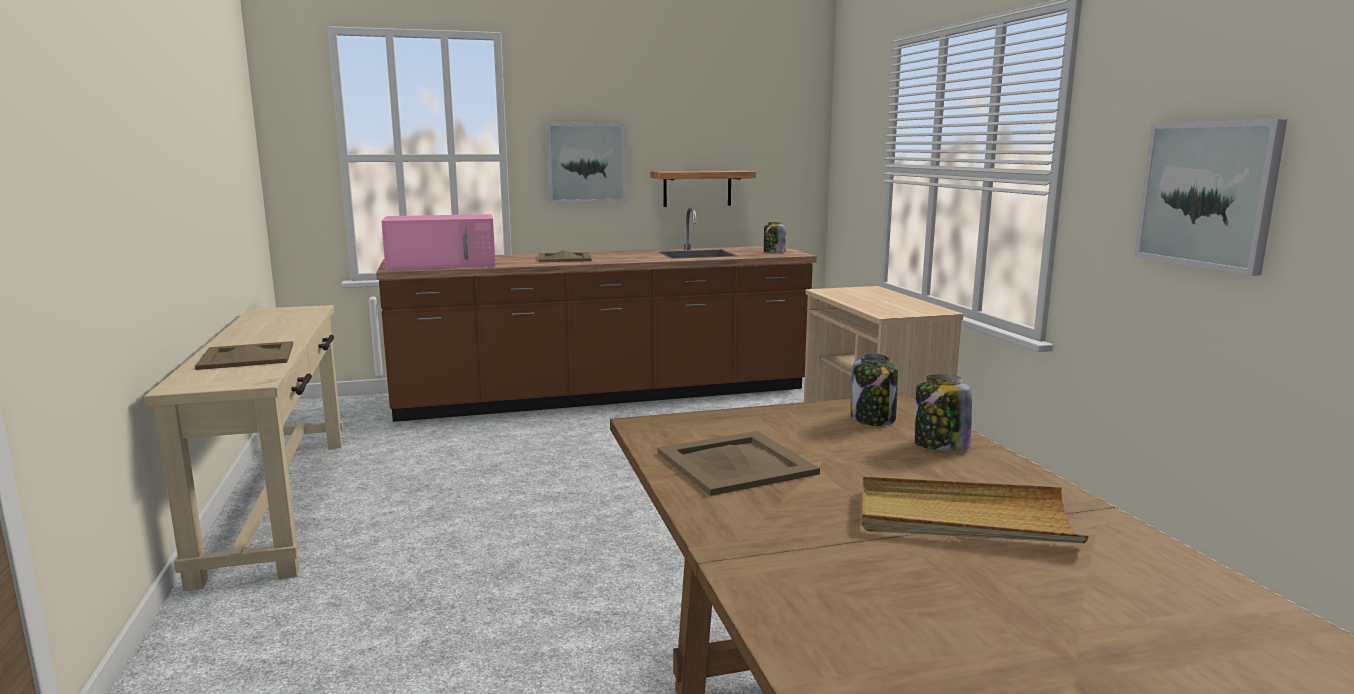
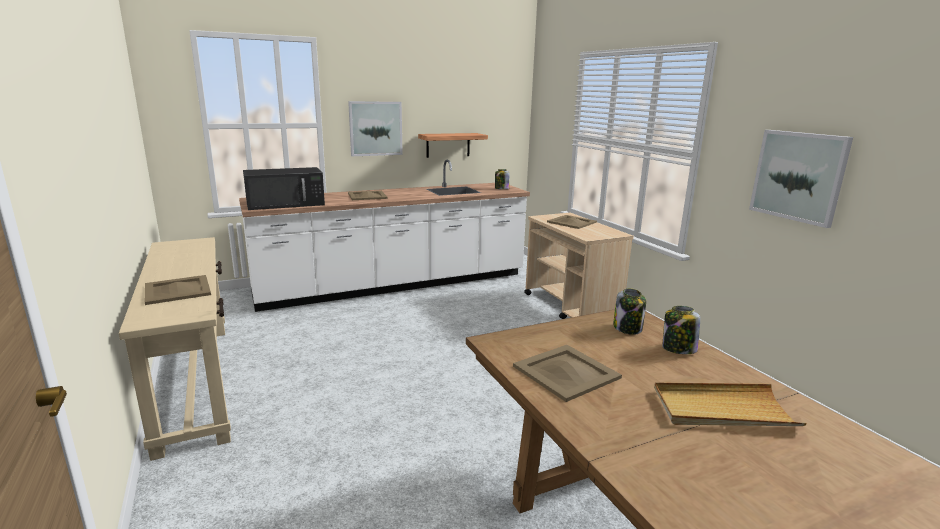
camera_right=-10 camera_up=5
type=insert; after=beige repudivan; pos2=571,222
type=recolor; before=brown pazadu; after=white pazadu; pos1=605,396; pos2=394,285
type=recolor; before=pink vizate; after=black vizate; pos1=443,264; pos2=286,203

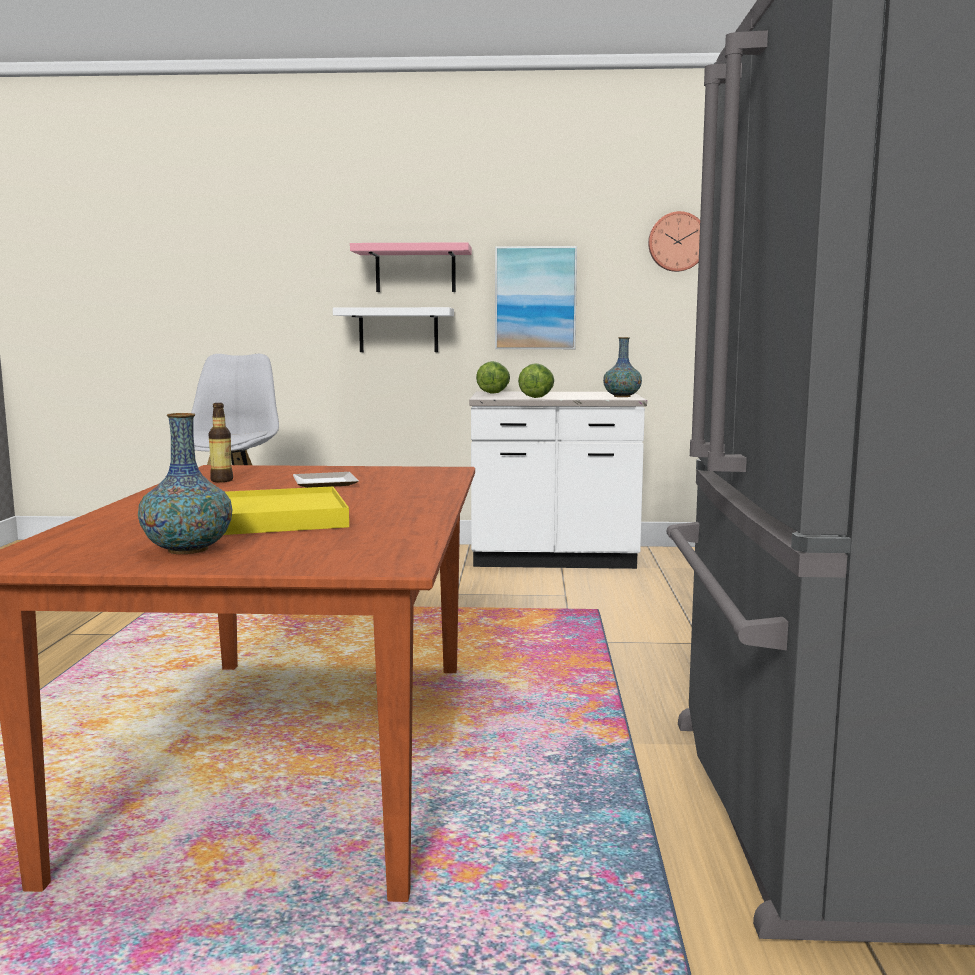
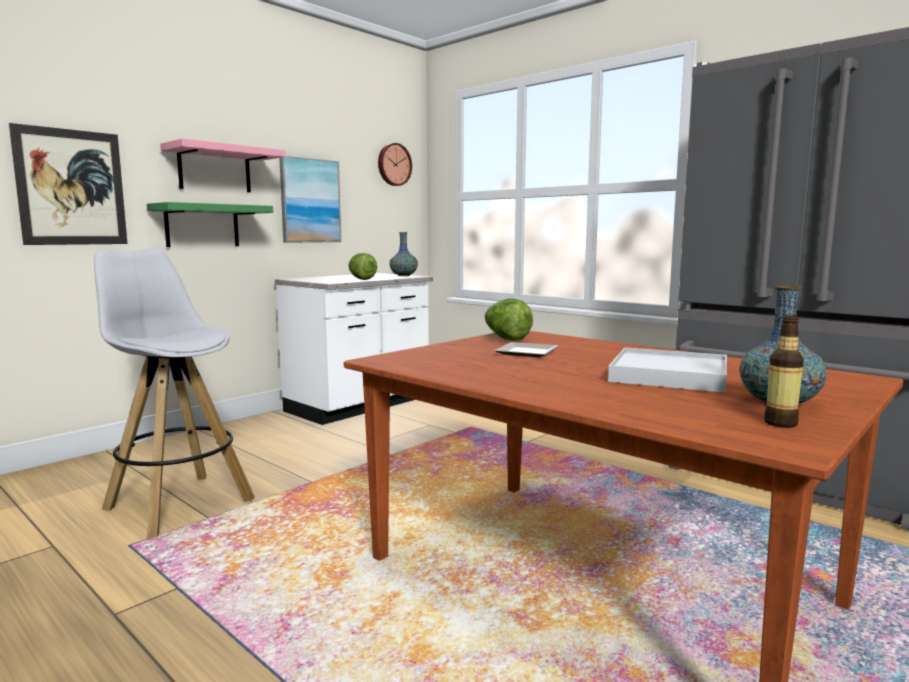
camera_right=-50 camera_up=0
type=insert; after=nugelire; pos2=71,187
type=move; before=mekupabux; pos1=222,480; pos2=780,423
type=move; before=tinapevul; pos1=494,393; pos2=506,339
type=recolor; before=yellow repudivan; after=white repudivan; pos1=278,518; pos2=669,375
type=recolor; before=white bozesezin; after=green bozesezin; pos1=398,330; pos2=202,226

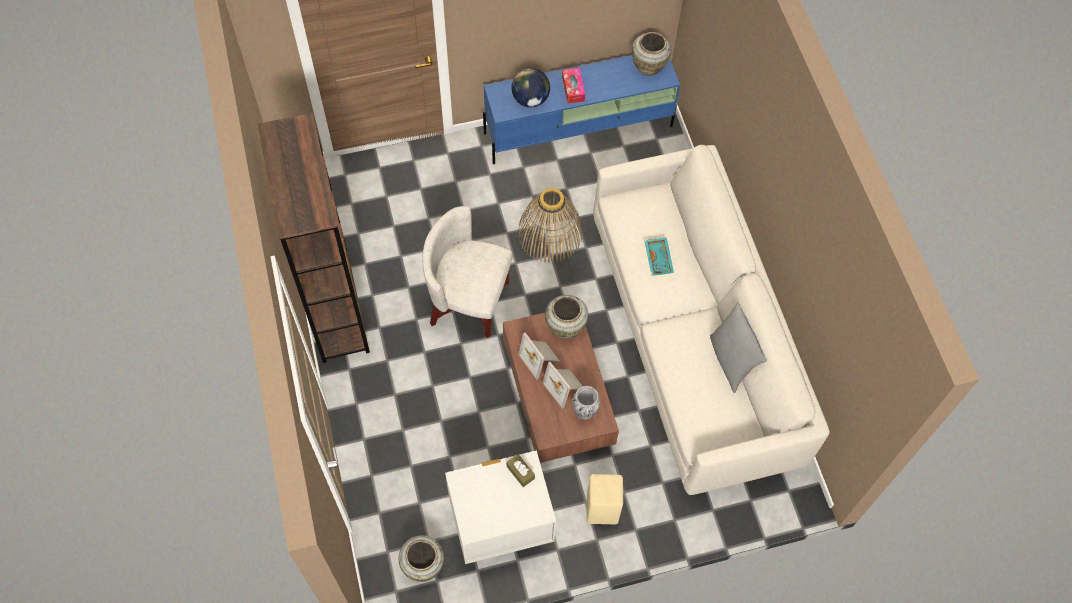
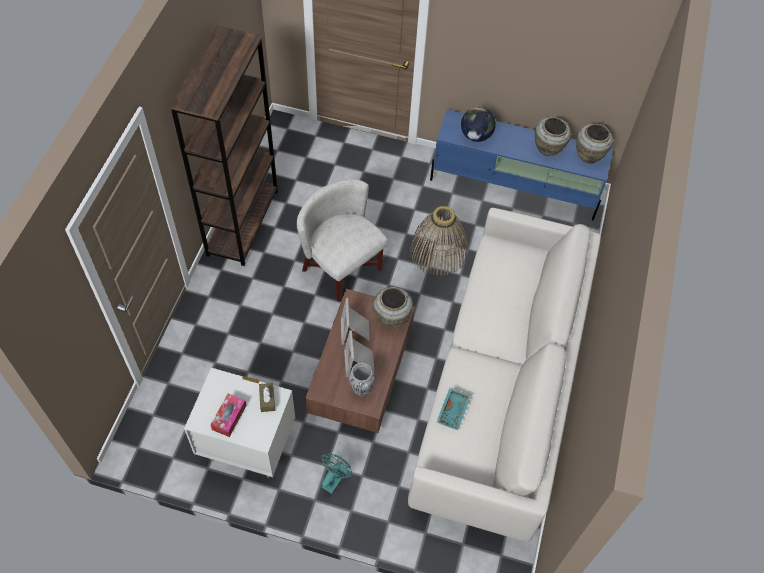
camera_right=30 camera_up=-5
type=delete; before=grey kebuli; pos1=731,361
type=move; before=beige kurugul; pos1=423,566; pos2=548,149
type=move; before=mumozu; pos1=573,89; pos2=229,417
type=move; before=turquoise repudivan; pos1=659,259; pos2=454,411
type=replace; before=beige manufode; after=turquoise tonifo; pos1=601,510; pos2=334,479

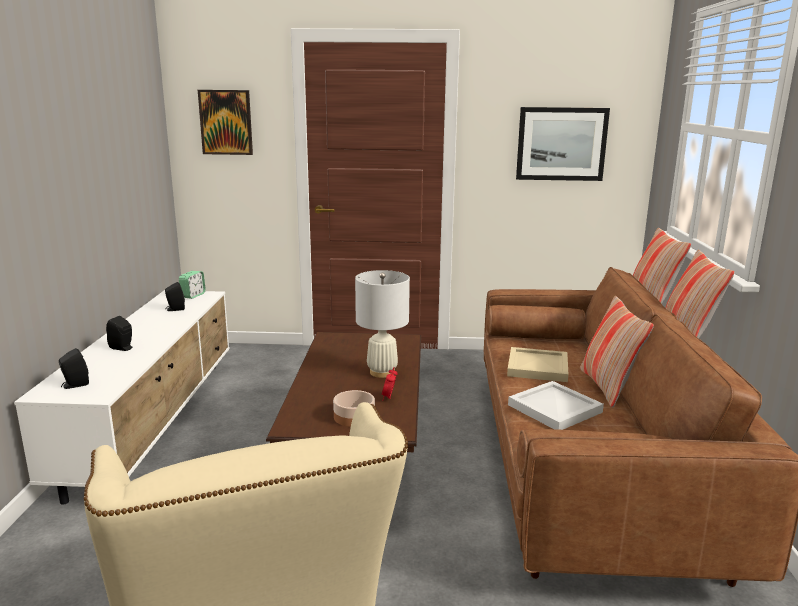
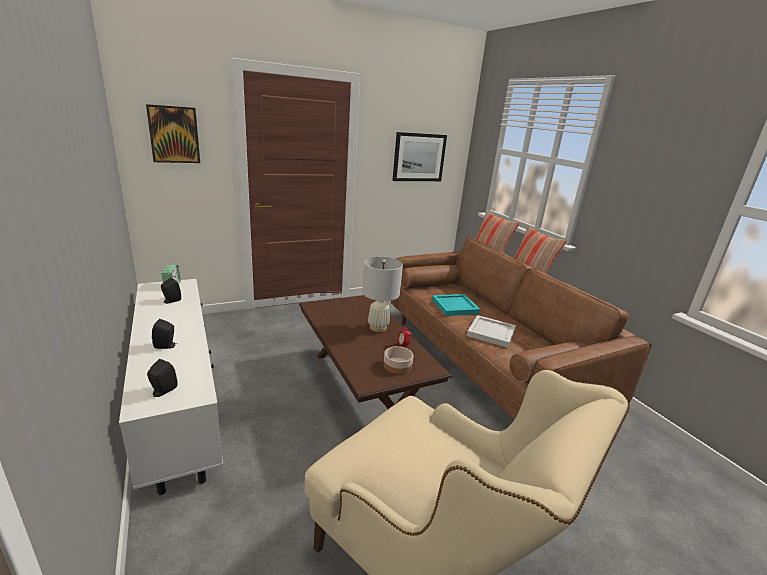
camera_right=-30 camera_up=5
type=delete; before=kebuli; pos1=608,387
type=recolor; before=beige repudivan; after=turquoise repudivan; pos1=538,367; pos2=455,306

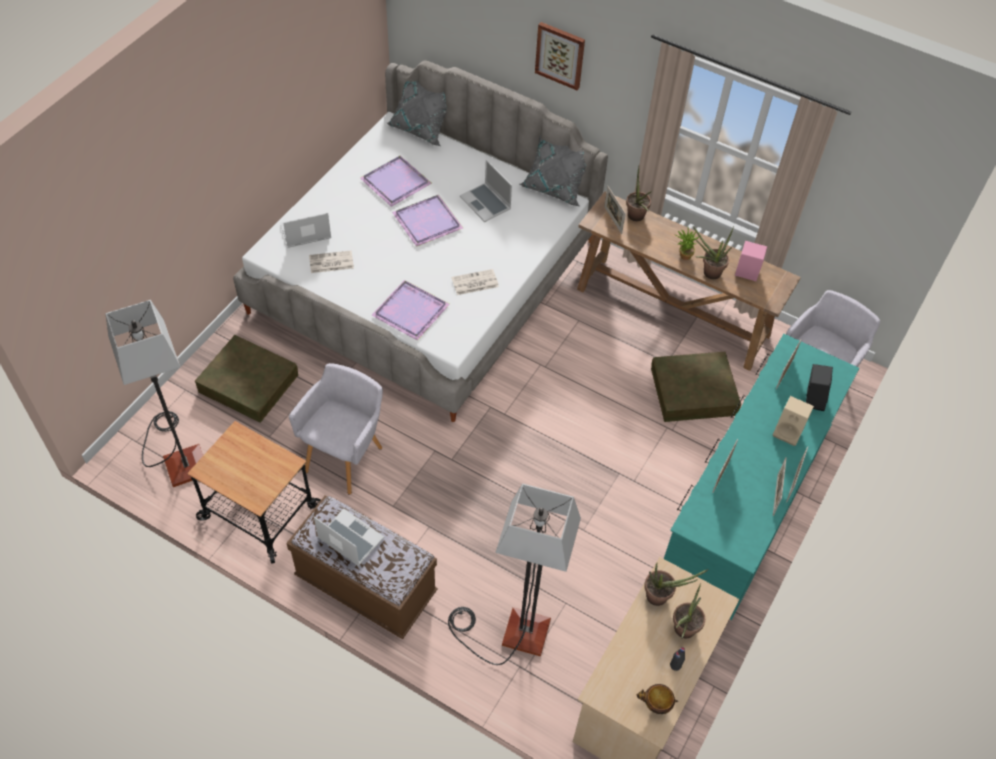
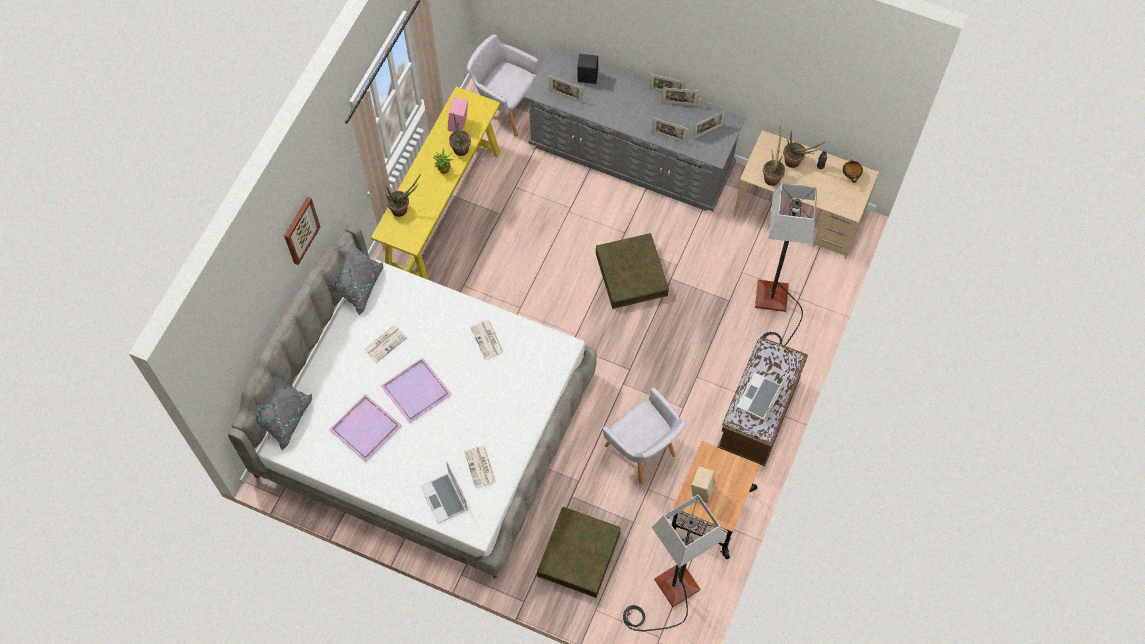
camera_right=-95 camera_up=10
type=delete; before=purple repudivan; pos1=411,312
type=move; before=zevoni; pos1=613,220; pos2=708,131
type=move; before=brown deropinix; pos1=693,391; pos2=631,274
type=move; before=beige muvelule; pos1=788,432; pos2=701,490
type=replace; before=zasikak; after=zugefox; pos1=486,203; pos2=385,343
type=recolor; before=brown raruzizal; after=yellow raruzizal; pos1=673,313; pos2=444,211
type=recolor; before=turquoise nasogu; after=grey nasogu; pos1=743,503; pos2=631,156
type=rotate; before=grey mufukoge; pos1=346,456; pos2=642,453; turn=-150

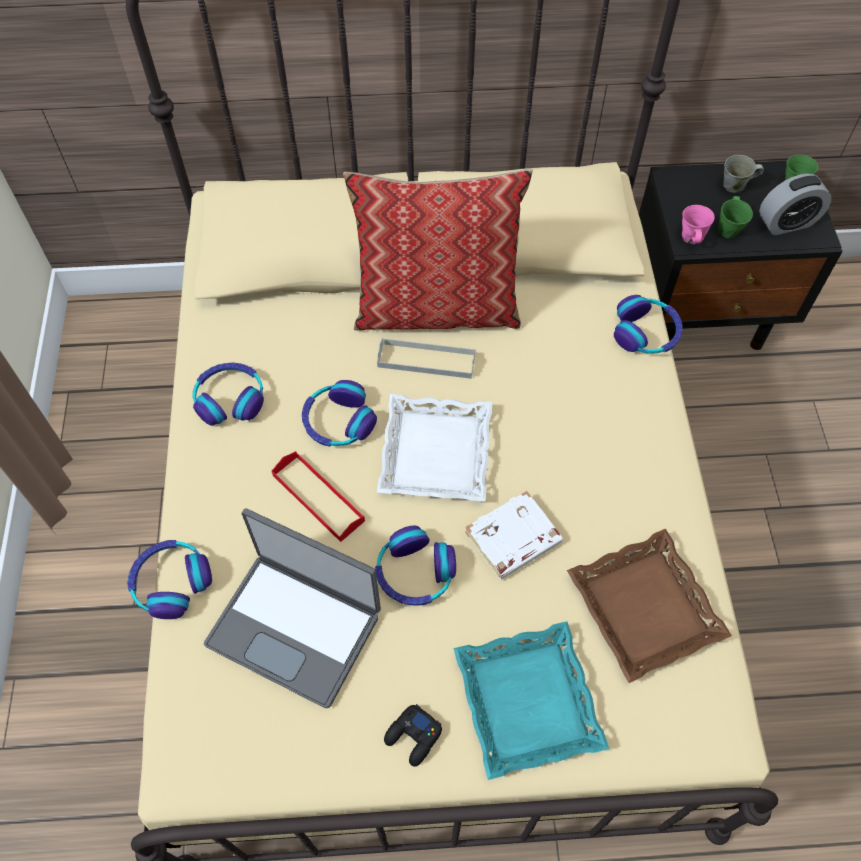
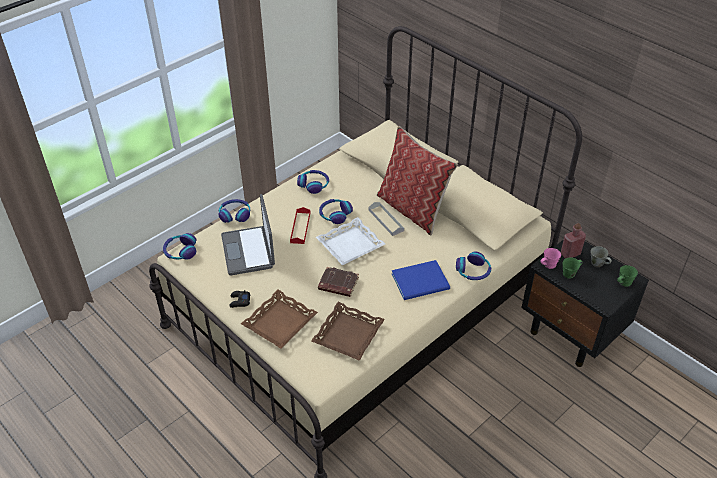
camera_right=50 camera_up=-15
type=delete; before=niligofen; pos1=786,223
type=insert; after=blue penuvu; pos2=422,282
type=insert; after=red mekupabux; pos2=570,254
type=move; before=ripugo; pos1=415,573; pos2=180,251
type=recolor; before=turquoise repudivan; after=brown repudivan; pos1=529,701; pos2=280,323
type=recolor; before=white penuvu; after=brown penuvu; pos1=513,539; pos2=337,284

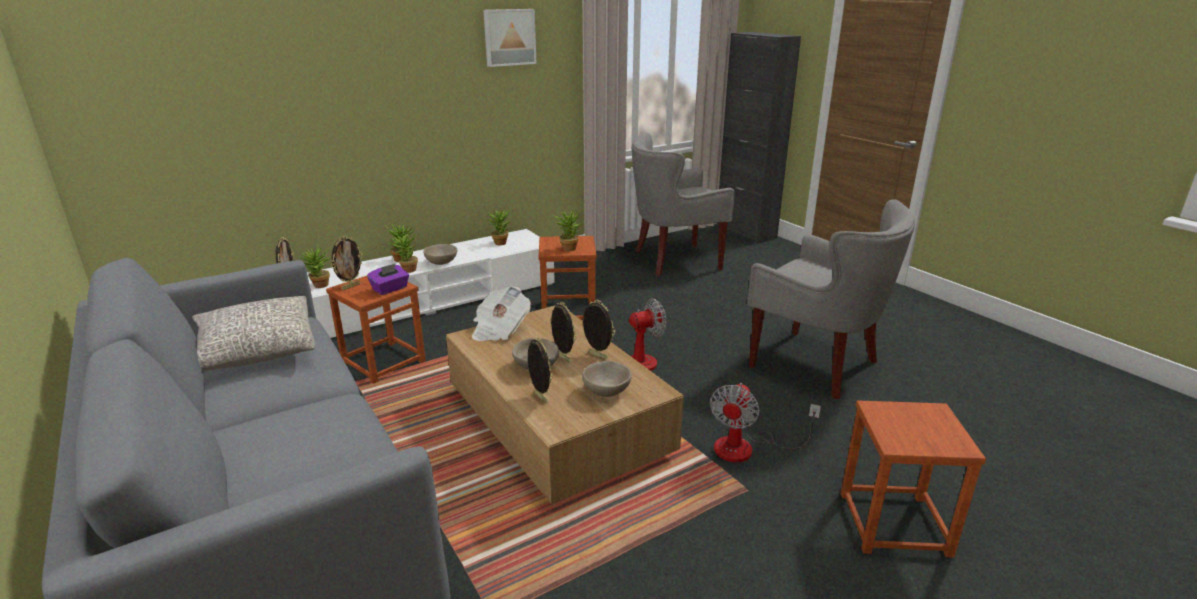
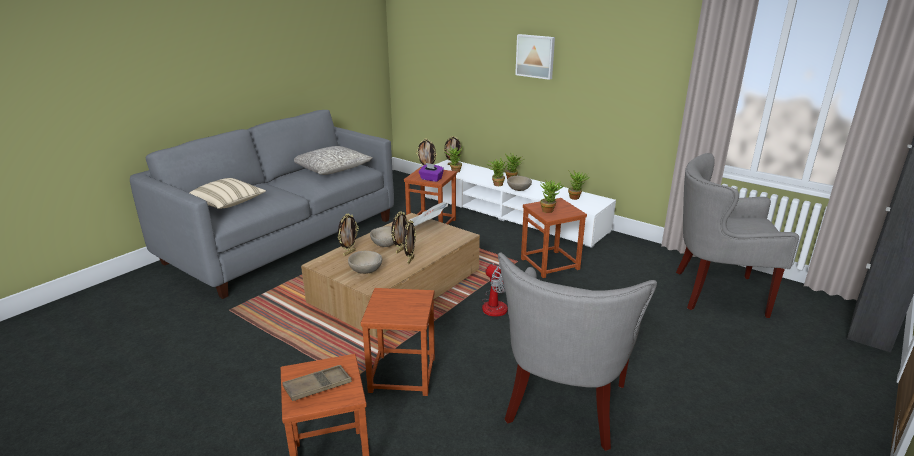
camera_right=70 camera_up=0
type=insert; after=beige kebuli; pos2=228,204
type=insert; after=brown repudivan; pos2=318,386
type=move; before=nugelire; pos1=509,37; pos2=535,56
type=replace; before=tonifo; after=brown manufode; pos1=746,448; pos2=403,374
type=rotate; before=grey mufukoge; pos1=674,260; pos2=716,292; turn=-45

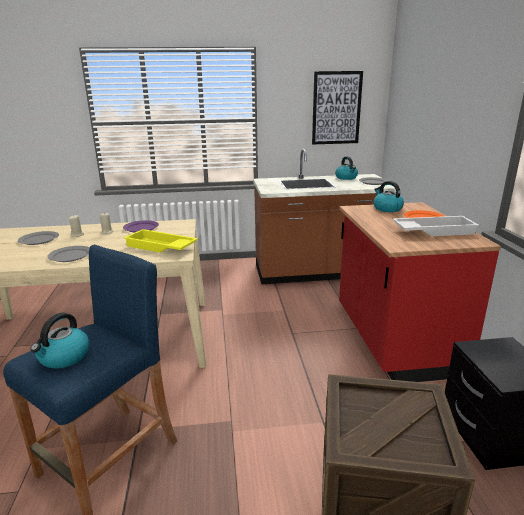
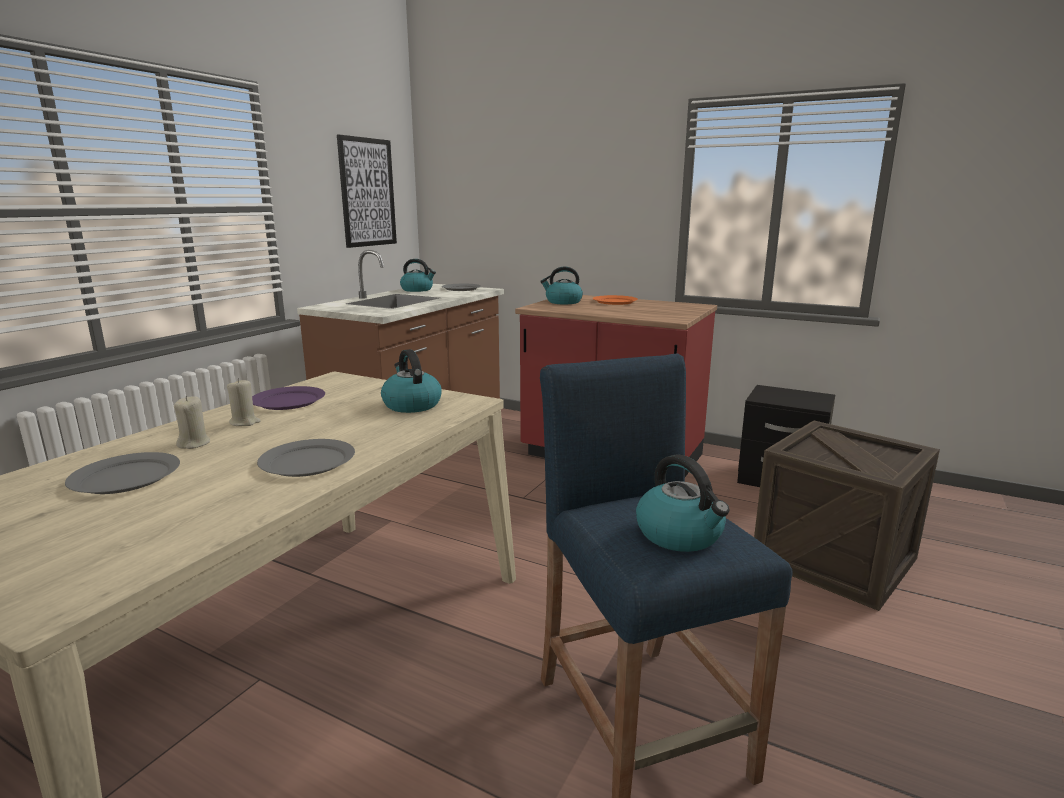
camera_right=-55 camera_up=-5
type=delete; before=white repudivan; pos1=433,231
type=replace; before=yellow repudivan; after=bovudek; pos1=160,247; pos2=411,405

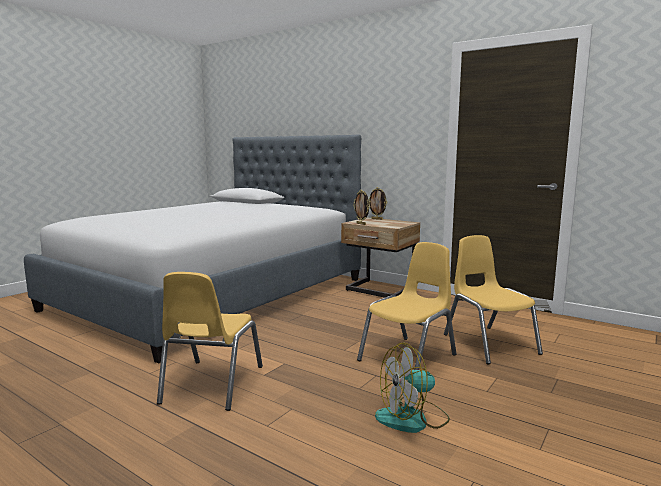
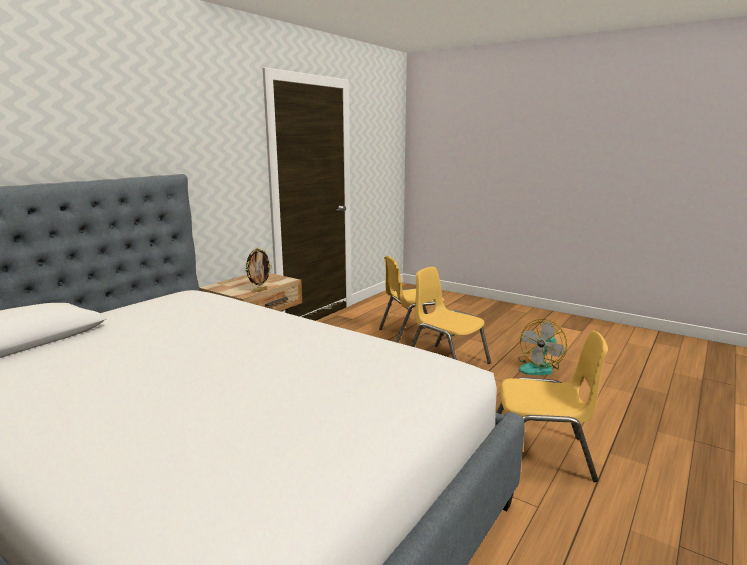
camera_right=-90 camera_up=5
type=delete; before=zevoni; pos1=377,219
type=rotate; before=tonifo; pos1=412,419; pos2=539,367; turn=60

